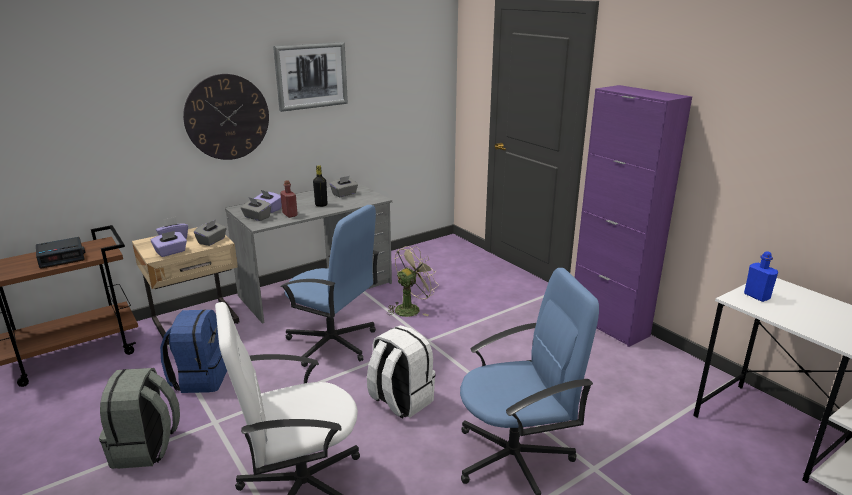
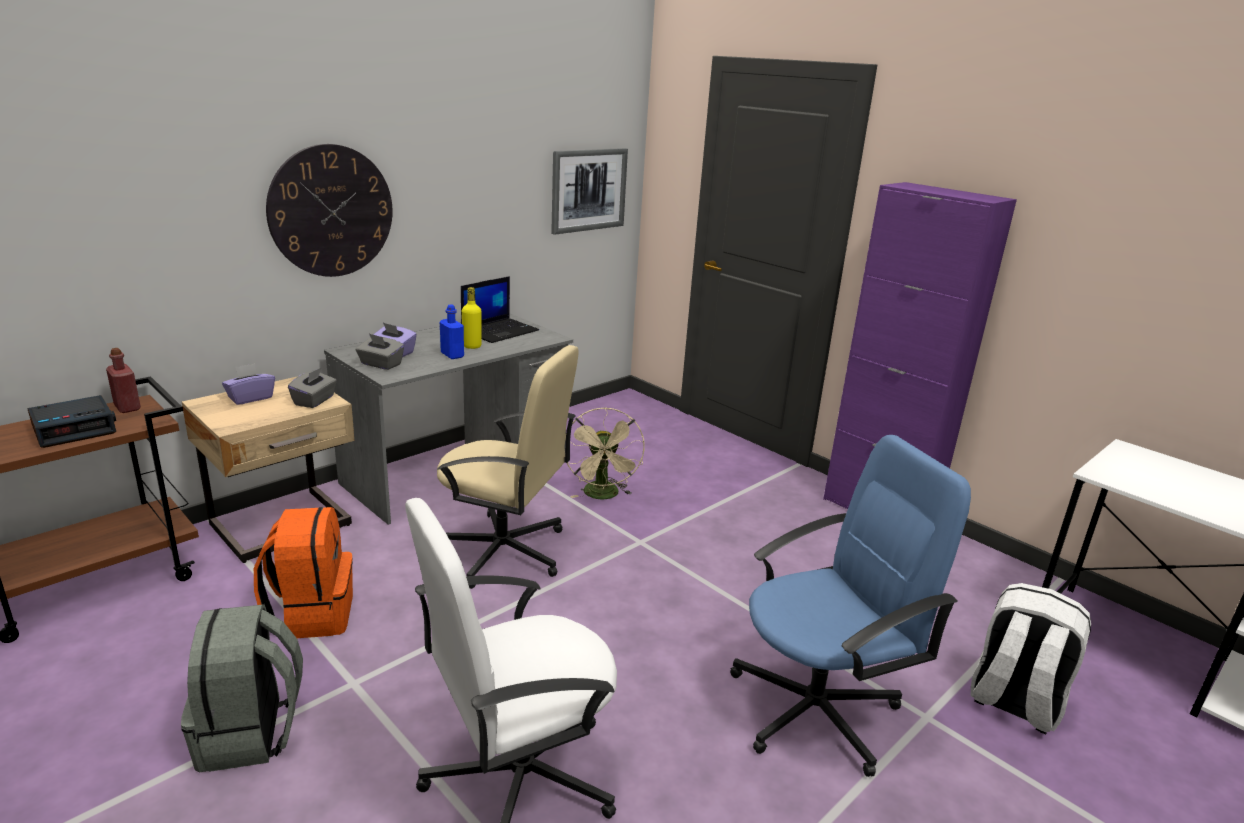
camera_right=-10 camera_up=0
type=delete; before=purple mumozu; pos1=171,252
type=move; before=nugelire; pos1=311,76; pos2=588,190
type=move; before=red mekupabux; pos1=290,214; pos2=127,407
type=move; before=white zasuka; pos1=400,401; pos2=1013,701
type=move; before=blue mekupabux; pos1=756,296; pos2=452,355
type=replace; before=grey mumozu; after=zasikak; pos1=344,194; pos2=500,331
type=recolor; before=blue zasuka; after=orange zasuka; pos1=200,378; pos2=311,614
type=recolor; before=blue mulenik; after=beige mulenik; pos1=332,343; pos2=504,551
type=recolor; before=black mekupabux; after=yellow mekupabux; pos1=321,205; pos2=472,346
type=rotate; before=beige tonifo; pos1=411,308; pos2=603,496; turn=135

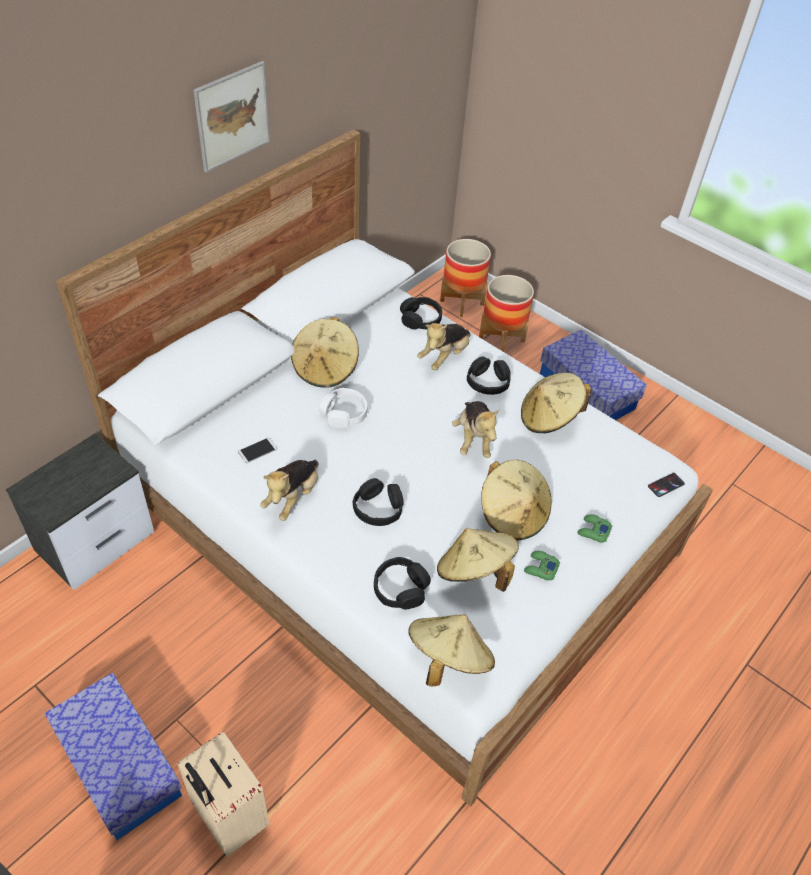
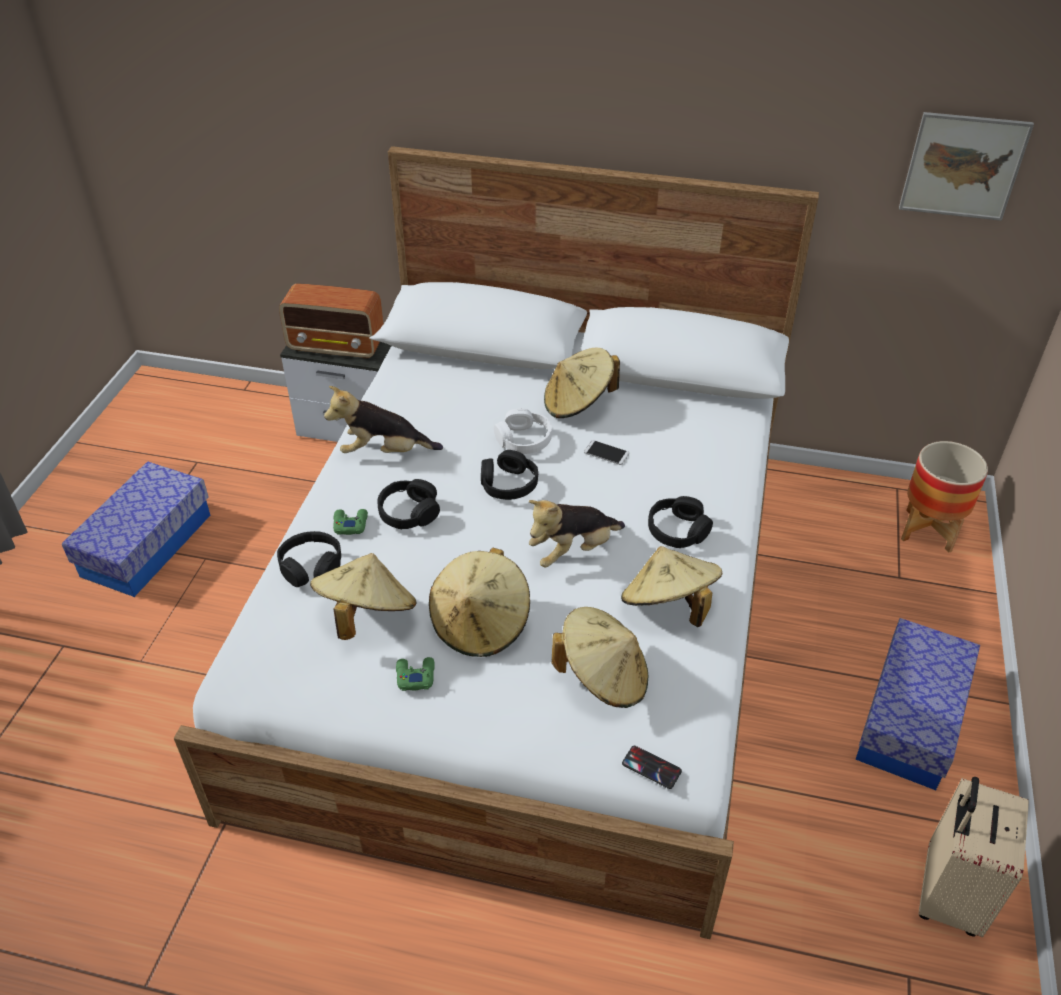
camera_right=65 camera_up=-5
type=delete; before=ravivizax; pos1=444,357
type=delete; before=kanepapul; pos1=501,339
type=insert; after=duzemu; pos2=337,346
type=move; before=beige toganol; pos1=228,818; pos2=947,894
type=move; before=nugelire; pos1=232,116; pos2=963,166
type=move; before=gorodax; pos1=257,451; pos2=606,453
type=move; before=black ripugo; pos1=420,319; pos2=508,484
type=move; before=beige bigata; pos1=448,659; pos2=603,677
type=move; before=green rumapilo; pos1=593,531; pos2=350,524

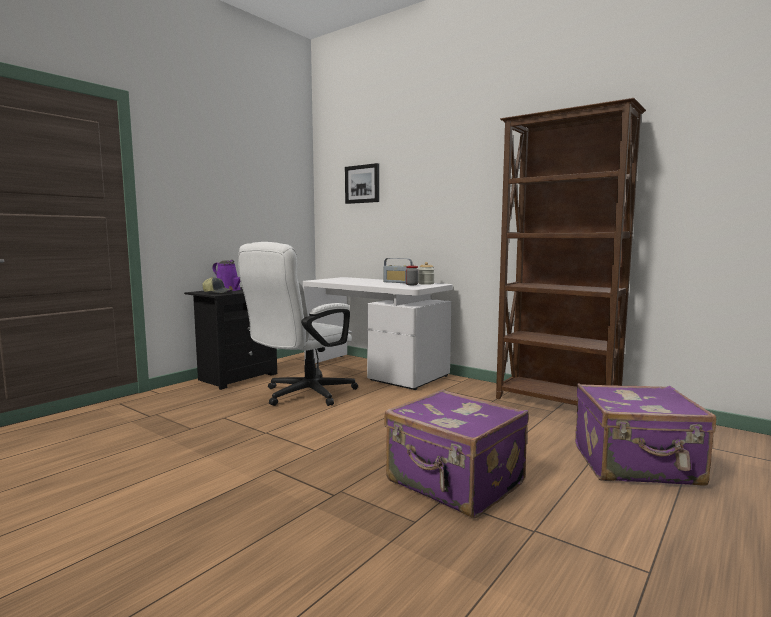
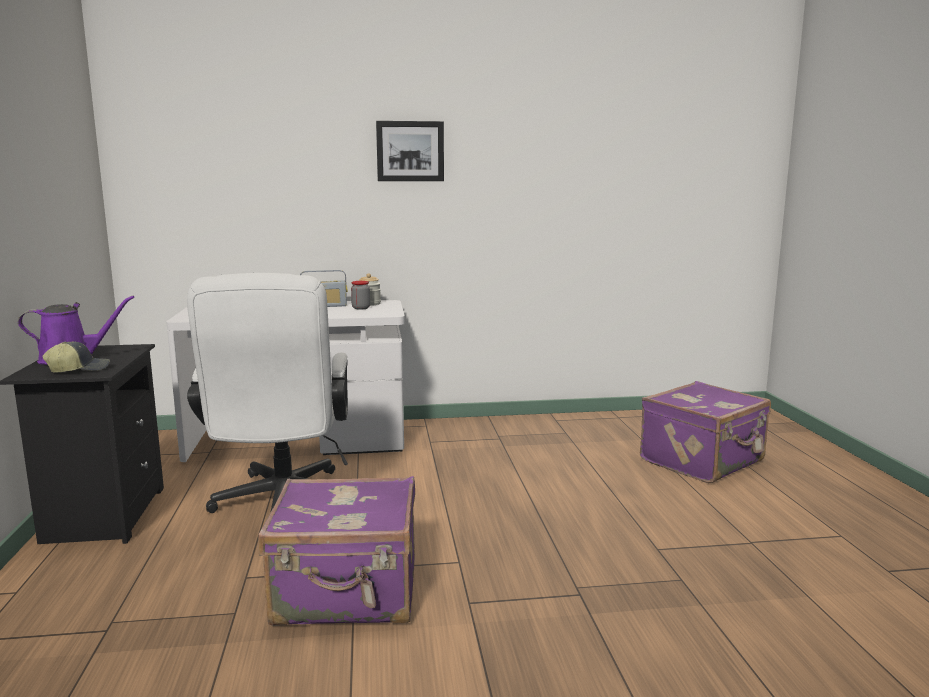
camera_right=-45 camera_up=5
type=delete; before=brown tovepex; pos1=556,404
type=move; before=nugelire; pos1=362,184; pos2=410,151
type=move; before=purple toganol; pos1=454,484; pos2=348,594

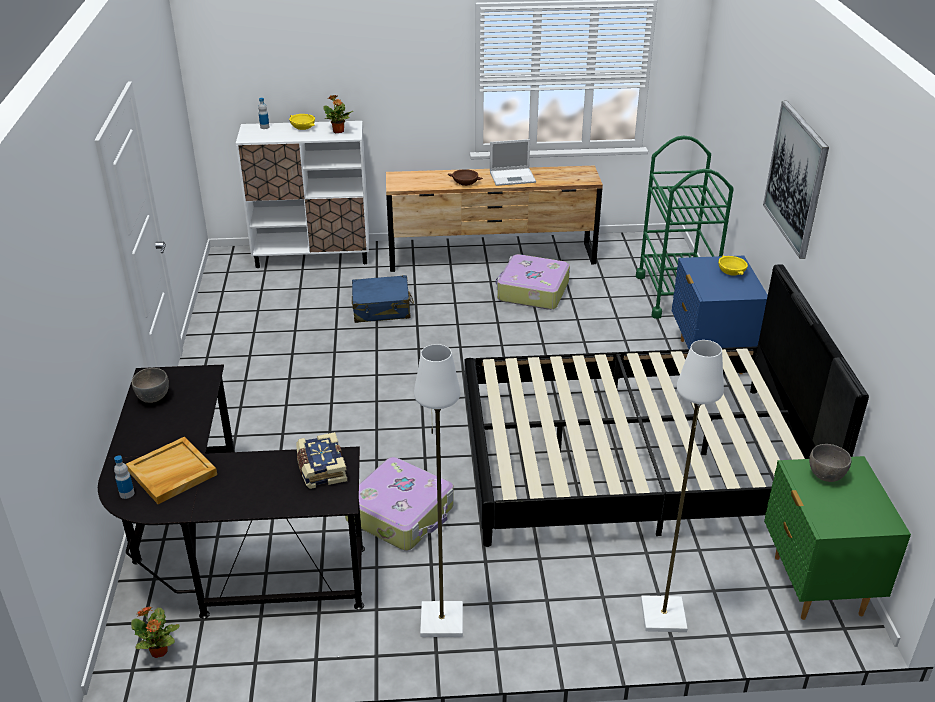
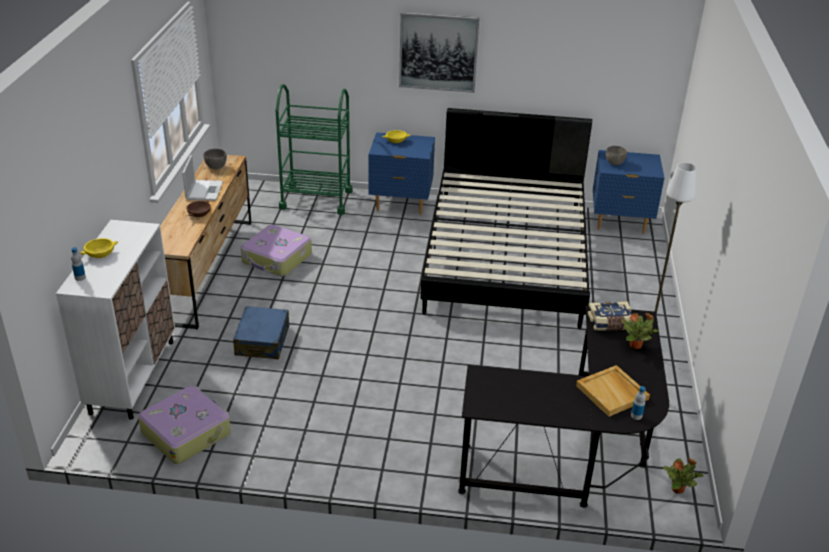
camera_right=-80 camera_up=0
type=delete; before=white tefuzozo; pos1=664,616
type=move; before=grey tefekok; pos1=153,397; pos2=216,167
type=move; before=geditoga; pos1=338,131; pos2=636,345
type=move; before=toganol; pos1=401,514; pos2=186,432
type=recolor; before=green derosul; after=blue derosul; pos1=816,585; pos2=620,223

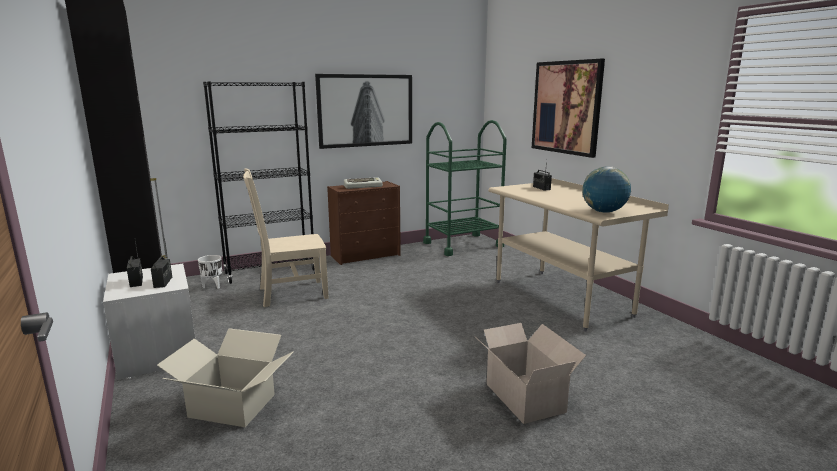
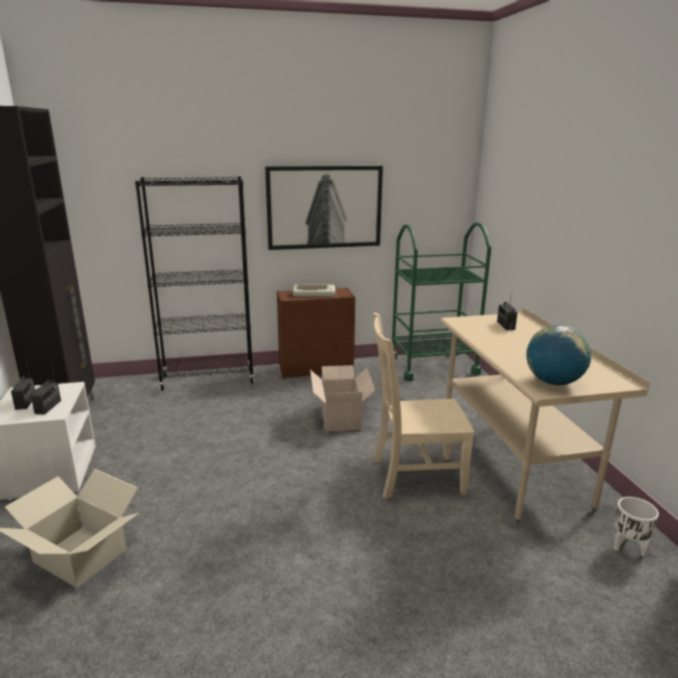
camera_right=15 camera_up=5
type=delete; before=nugelire; pos1=566,107
type=move; before=white kanepapul; pos1=213,286; pos2=628,548
type=move; before=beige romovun; pos1=290,293; pos2=414,476
type=move; before=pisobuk; pos1=524,396; pos2=341,416

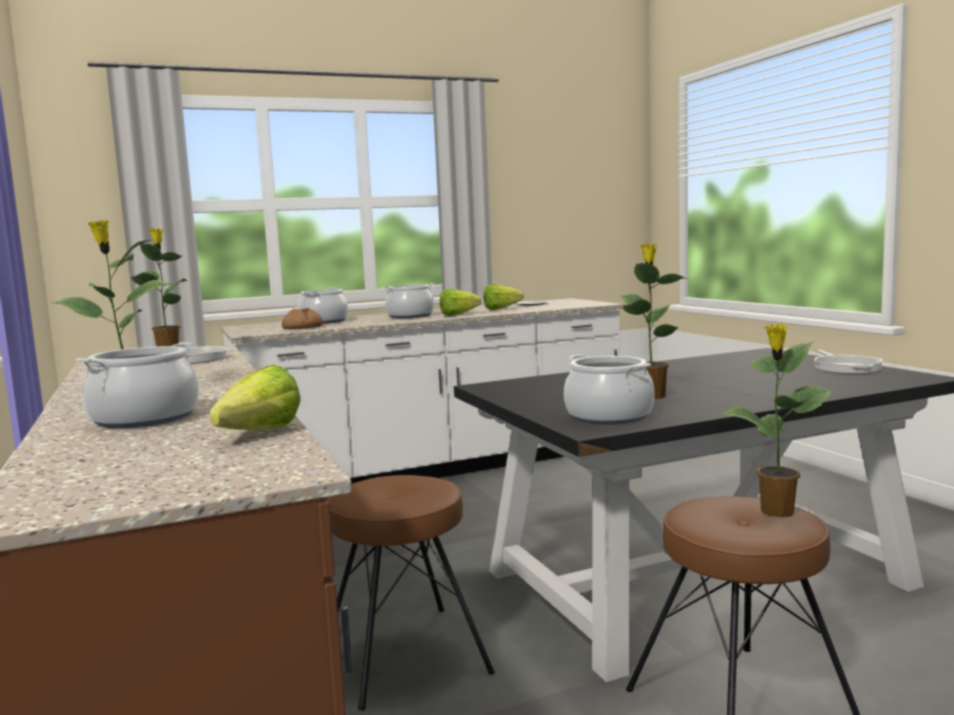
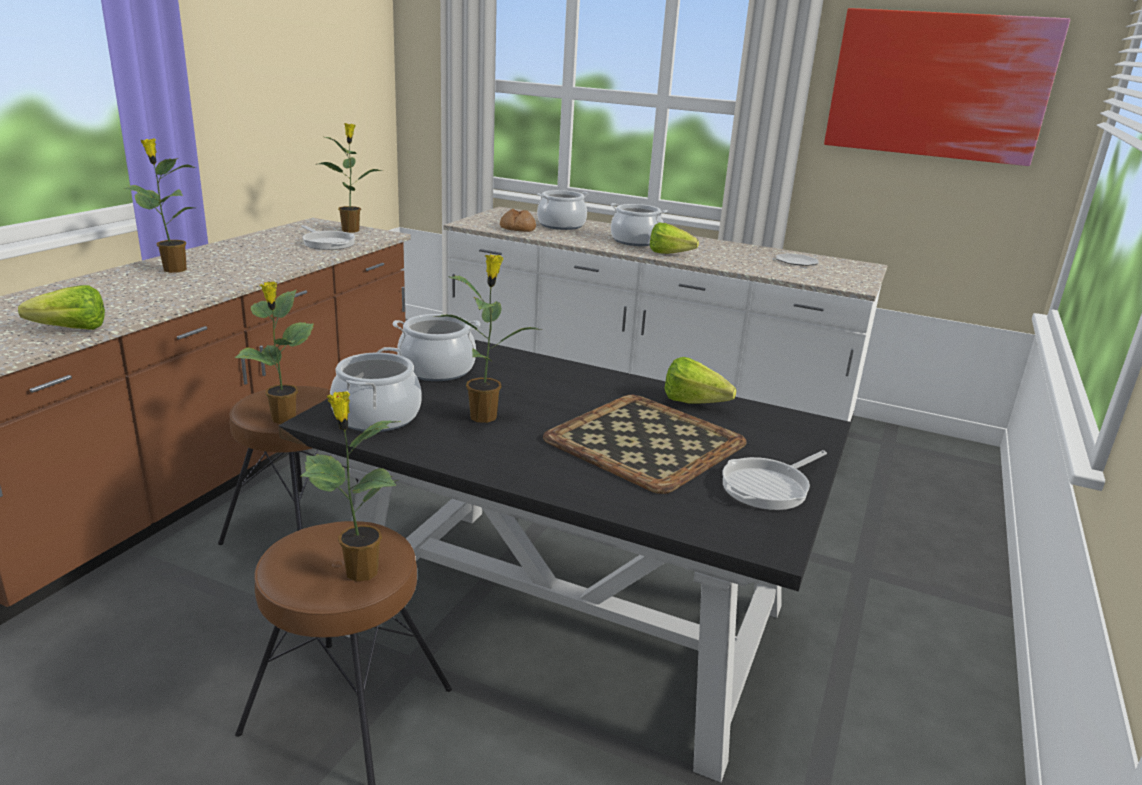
camera_right=45 camera_up=15
type=insert; after=geditoga; pos2=283,419
type=insert; after=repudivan; pos2=644,441
type=insert; after=nugelire; pos2=938,86
type=move; before=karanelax; pos1=145,418; pos2=437,370
type=move; before=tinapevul; pos1=504,309; pos2=698,405

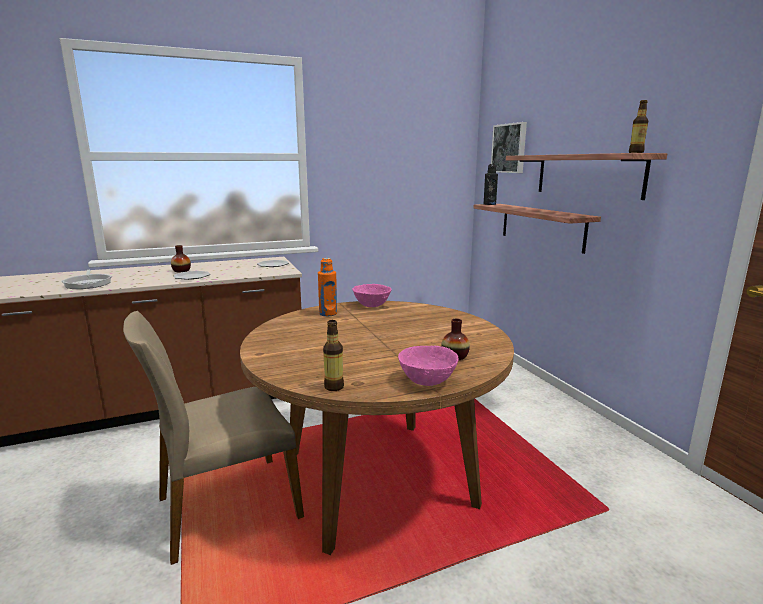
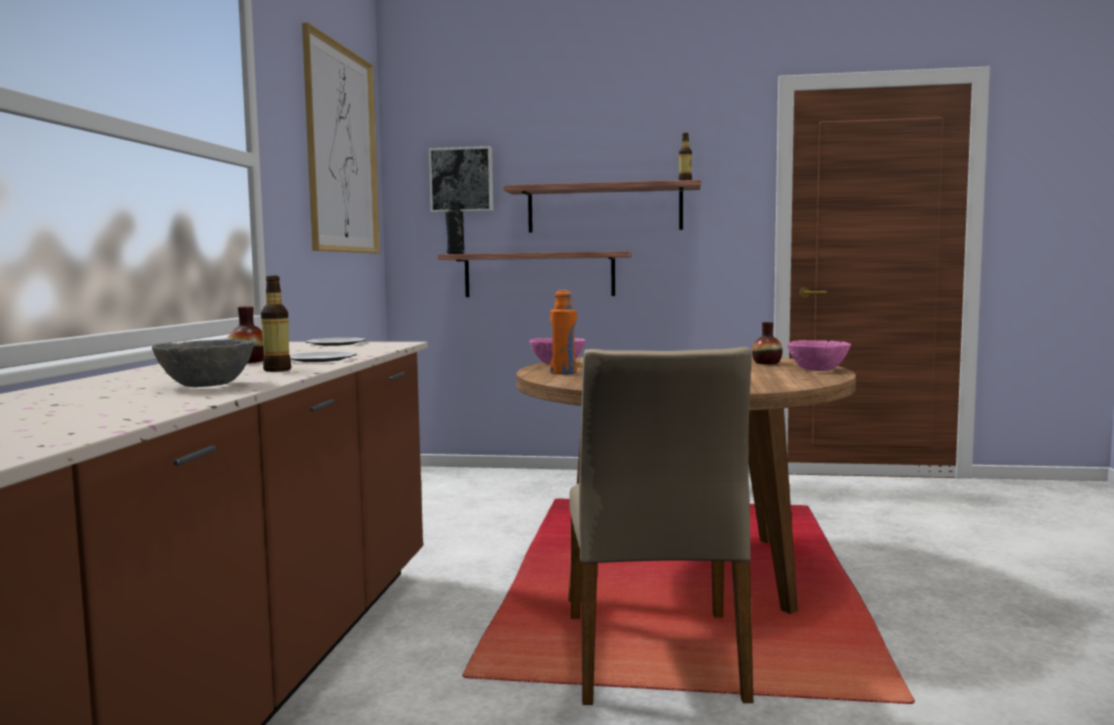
camera_right=-60 camera_up=-10
type=insert; after=nugelire; pos2=342,150
type=move; before=mekupabux; pos1=334,387; pos2=277,370
type=replace; before=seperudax; after=grey tefekok; pos1=88,283; pos2=206,385

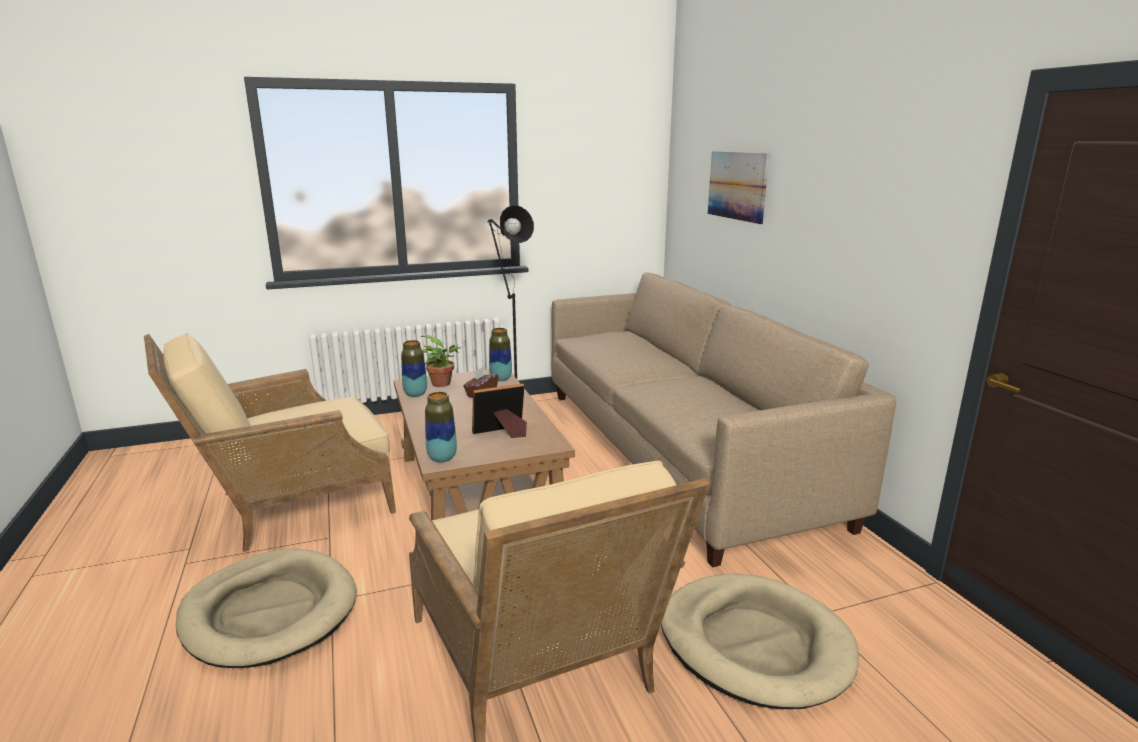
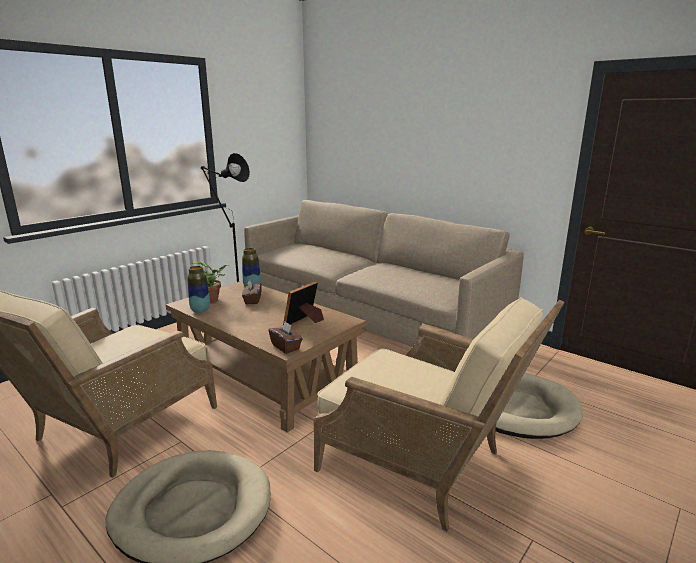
camera_right=-30 camera_up=0
type=delete; before=nugelire; pos1=737,186
type=replace; before=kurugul; after=brown mumozu; pos1=442,458; pos2=286,347

